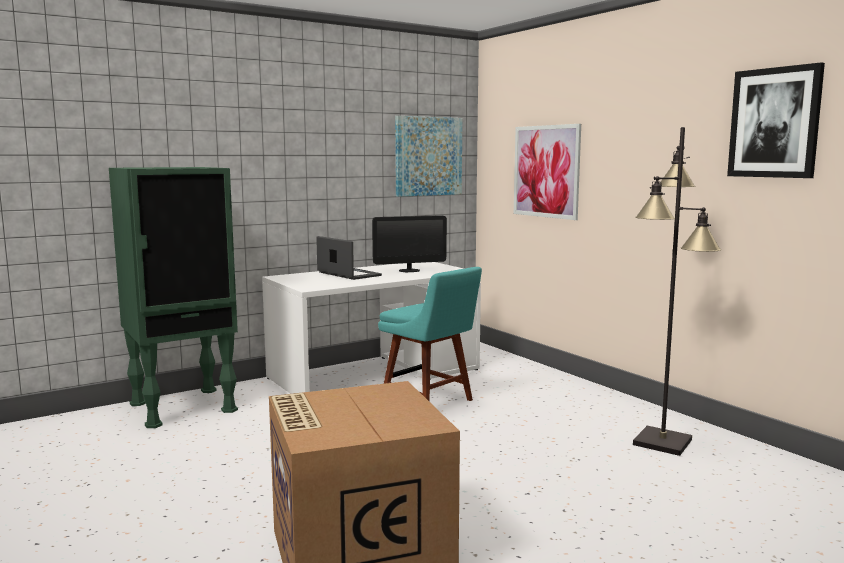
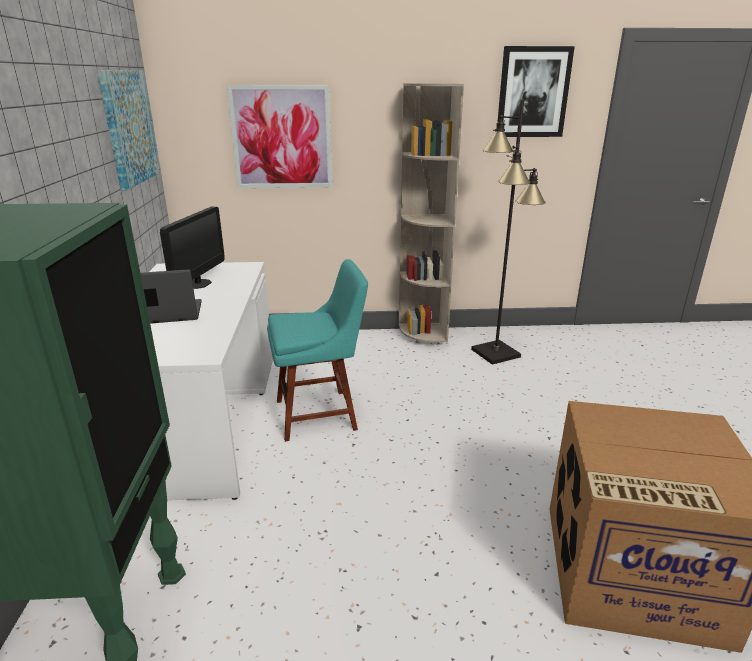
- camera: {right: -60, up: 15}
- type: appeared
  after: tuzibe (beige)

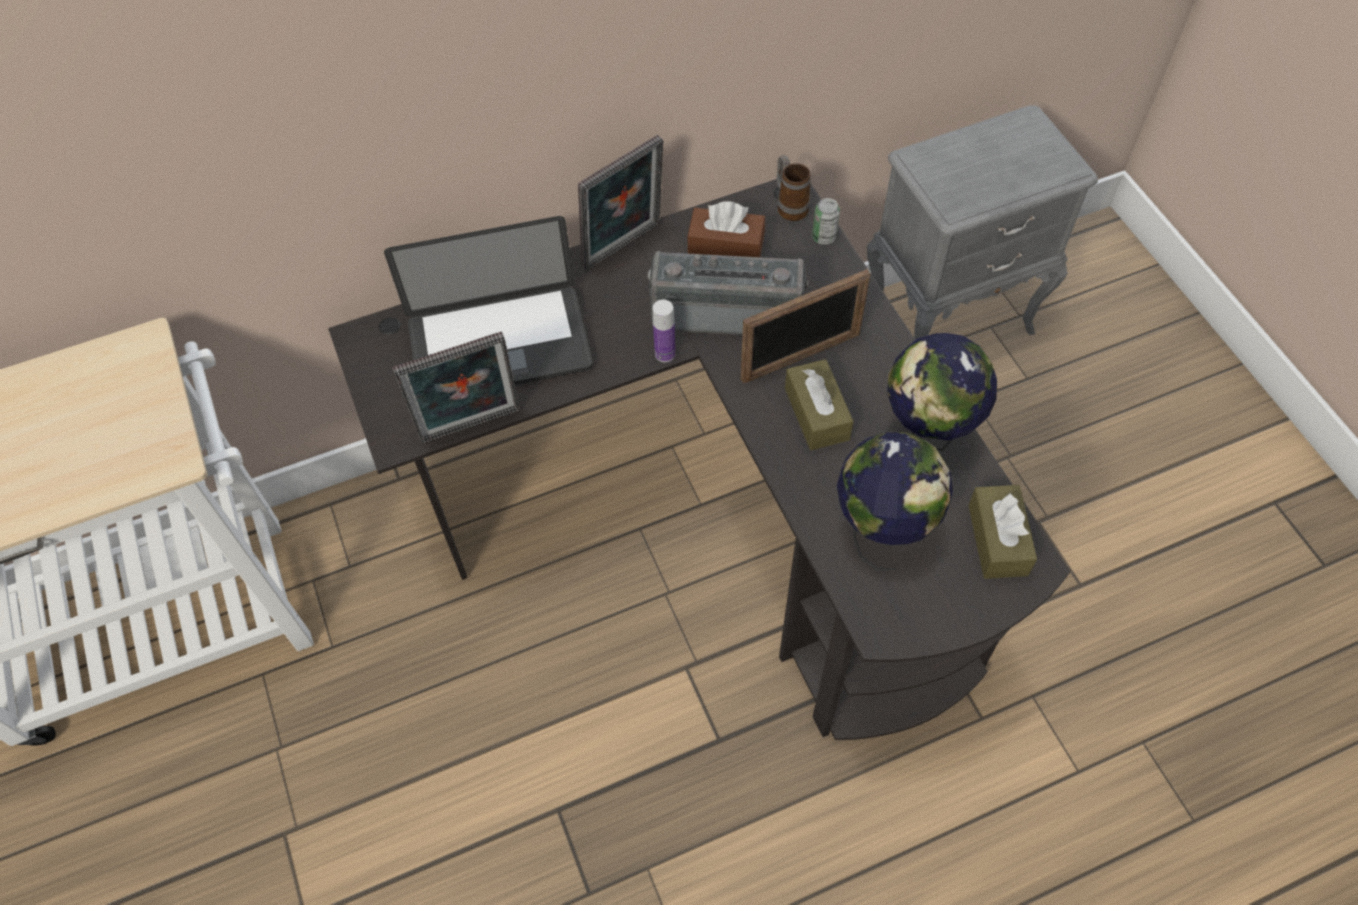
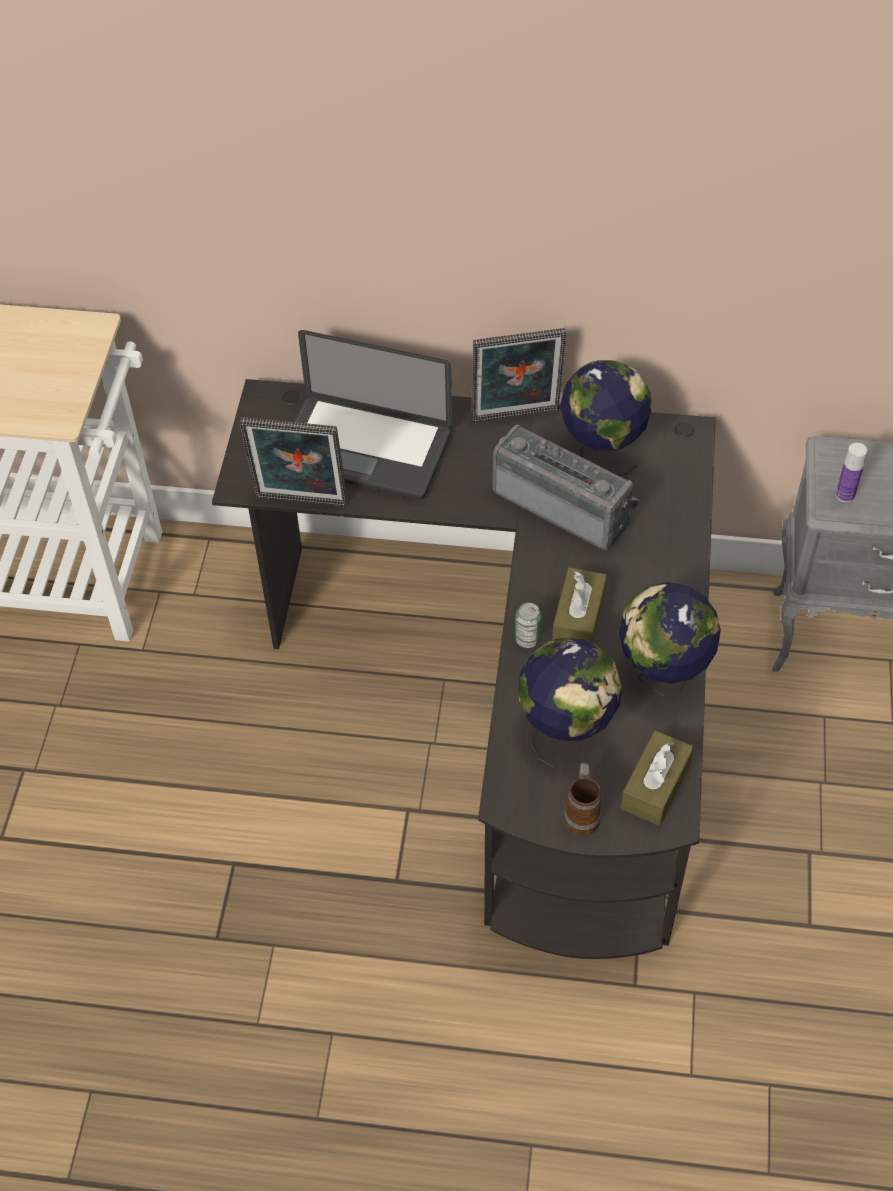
- camera: {right: 30, up: -5}
- type: missing
  before: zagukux (no. 3 from left)
- type: relocated
  before: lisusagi
- type: relocated
  before: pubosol
- type: relocated
  before: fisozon
- type: exchanged
  before: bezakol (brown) (no. 1 from left)
  after: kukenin (no. 2 from left)

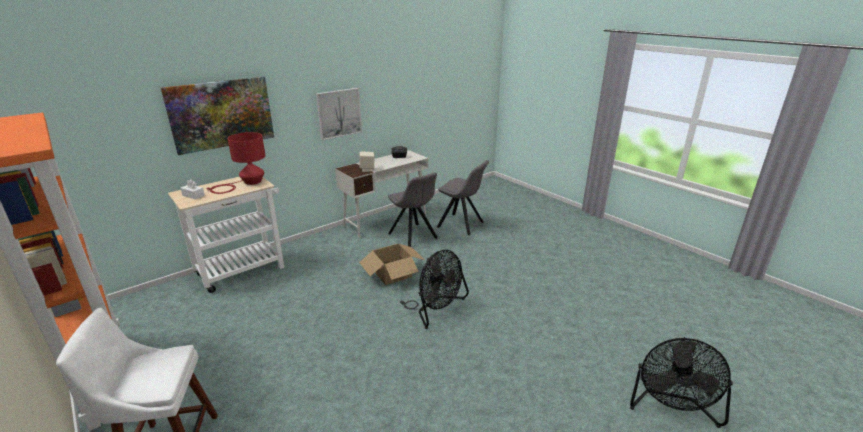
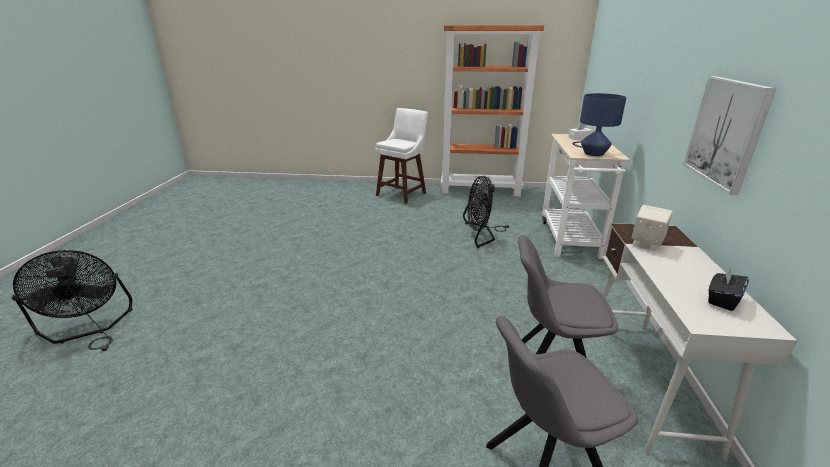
- camera: {right: 135, up: 0}
- type: missing
  before: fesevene (no. 1 from left)
- type: missing
  before: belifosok
- type: relocated
  before: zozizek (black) (no. 1 from left in the first image)
  after: zozizek (black) (no. 2 from left)
- type: colour
  before: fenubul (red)
  after: fenubul (blue)

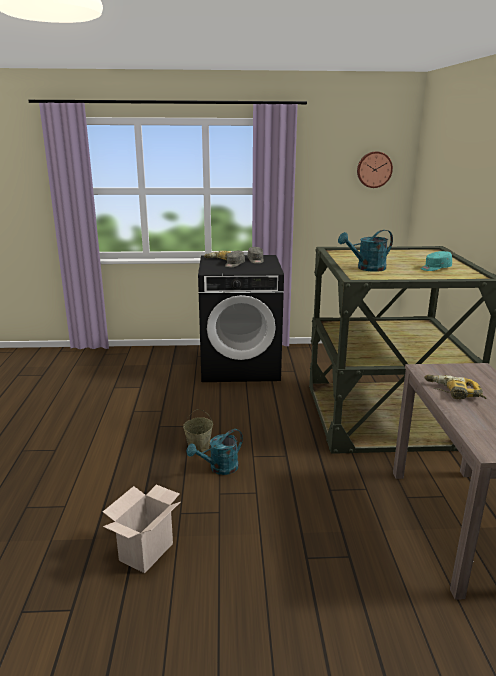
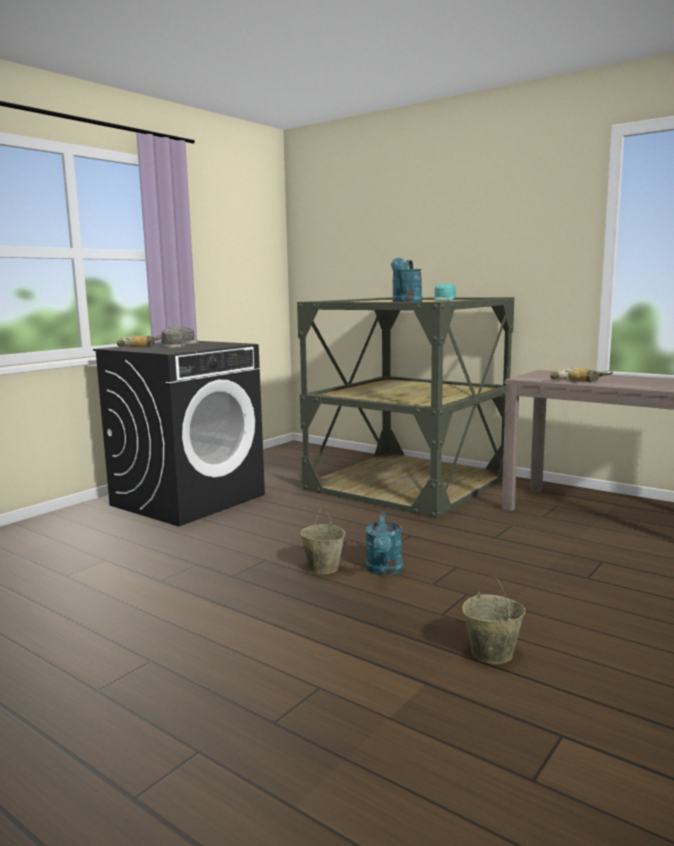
- camera: {right: -50, up: -10}
- type: missing
  before: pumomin
- type: exchanged
  before: belifosok
  after: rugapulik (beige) (no. 2 from left)

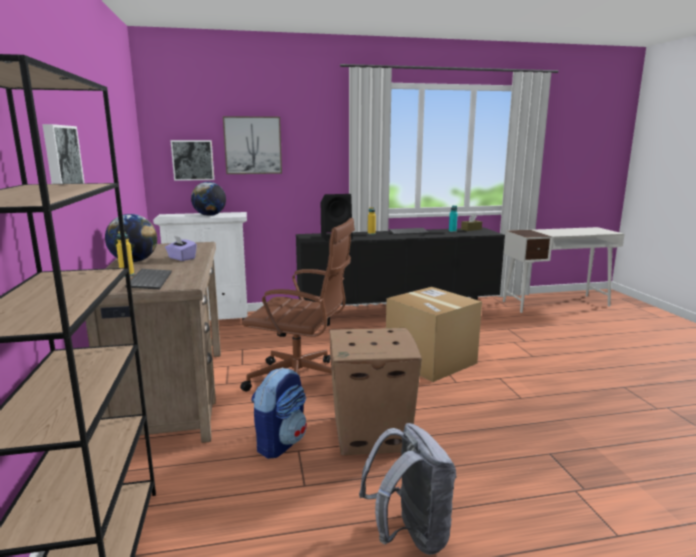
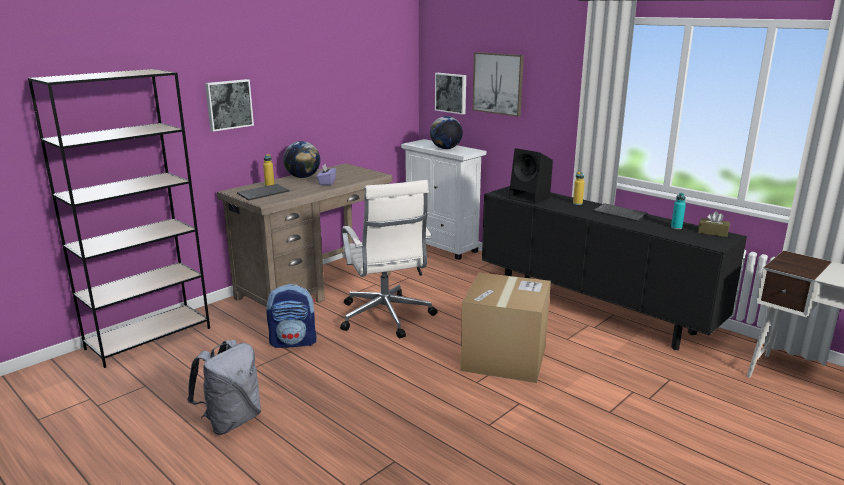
- camera: {right: 55, up: 5}
- type: missing
  before: belifosok (no. 1 from left)
- type: colour
  before: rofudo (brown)
  after: rofudo (white)

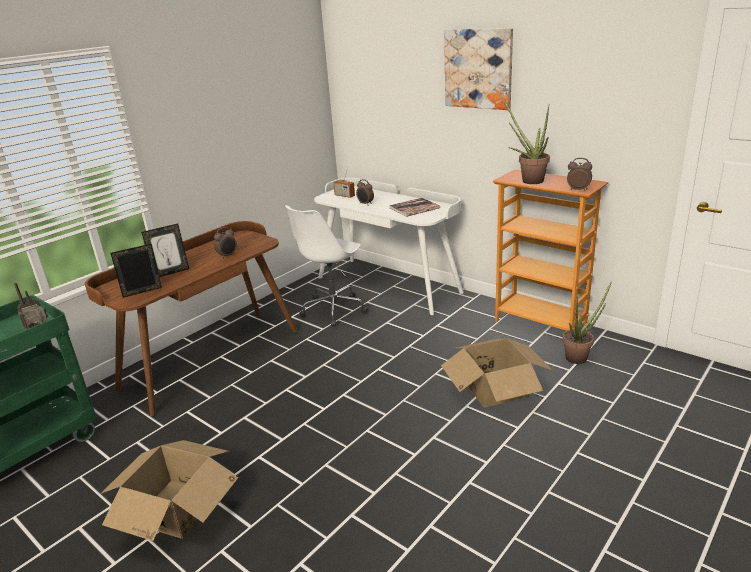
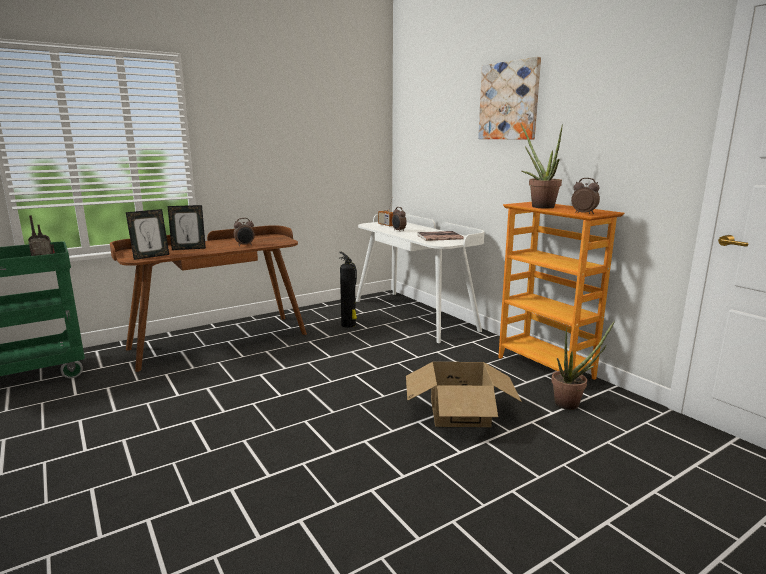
- camera: {right: 15, up: -10}
- type: missing
  before: belifosok (no. 1 from left)
- type: exchanged
  before: rofudo (white)
  after: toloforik
- type: spun
  before: zagukux (no. 1 from left)
  turn: 150

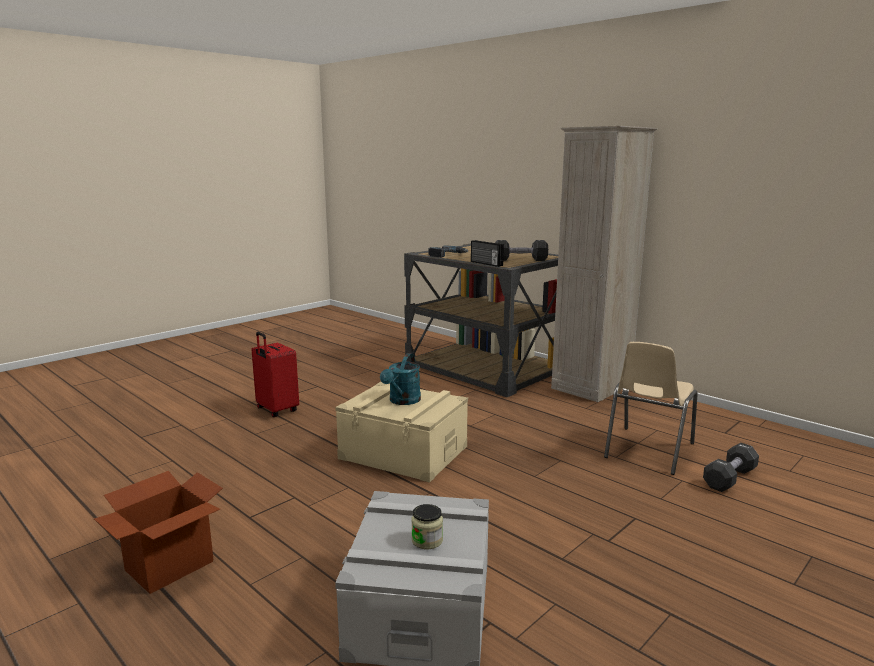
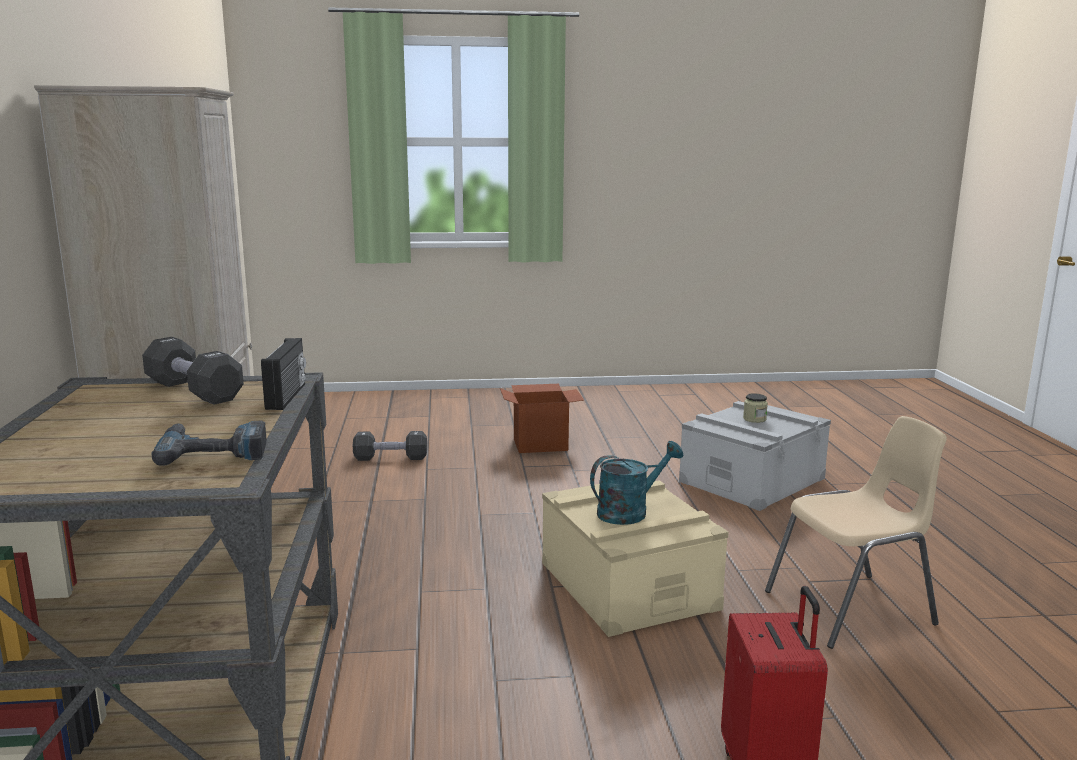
- camera: {right: -140, up: 0}
- type: relocated
  before: belifosok
- type: relocated
  before: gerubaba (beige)

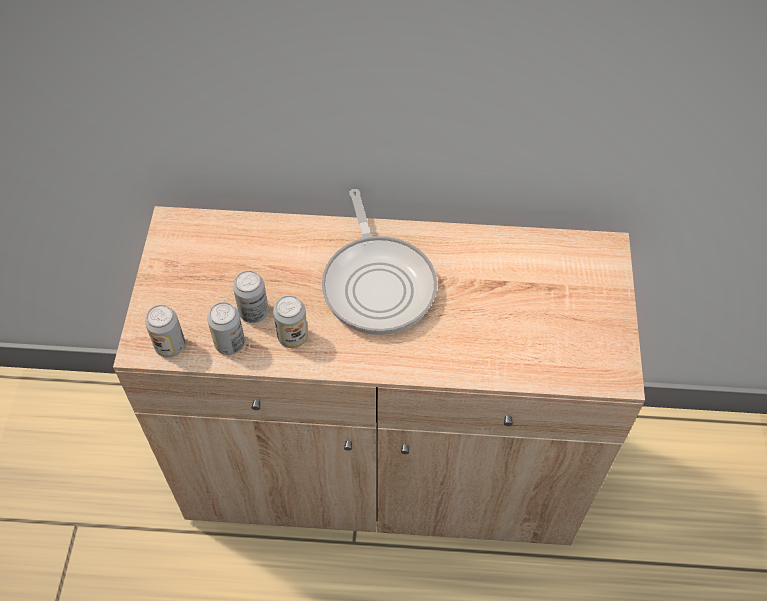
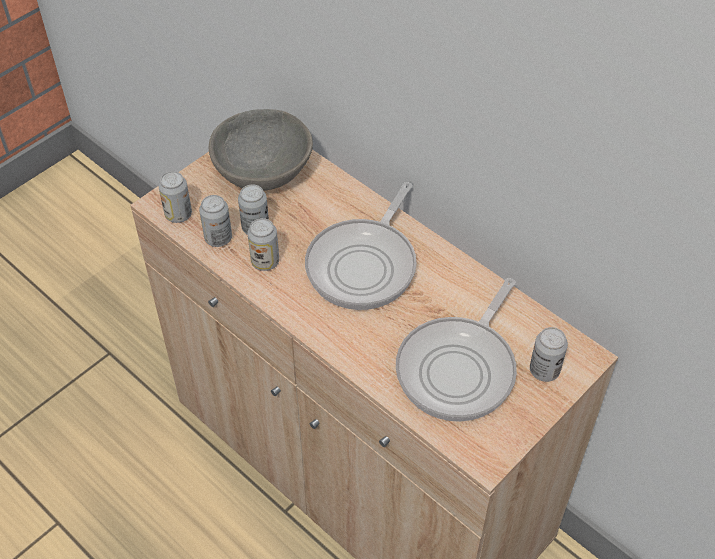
- camera: {right: 40, up: -5}
- type: appeared
  after: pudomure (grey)
- type: appeared
  after: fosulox (no. 2 from left)
- type: appeared
  after: fisozon (no. 5 from left)

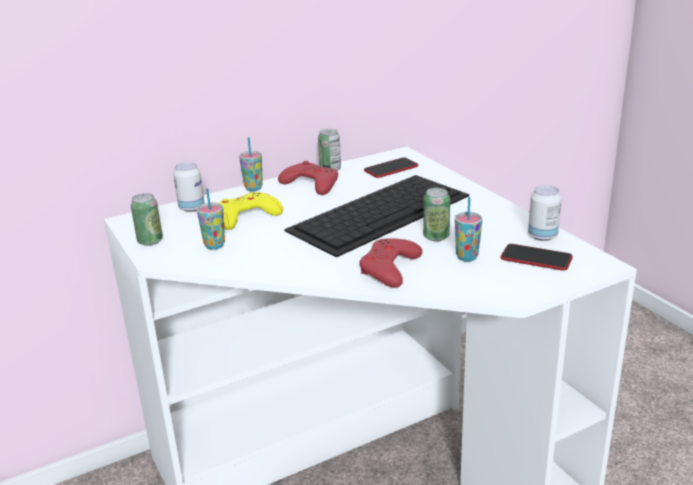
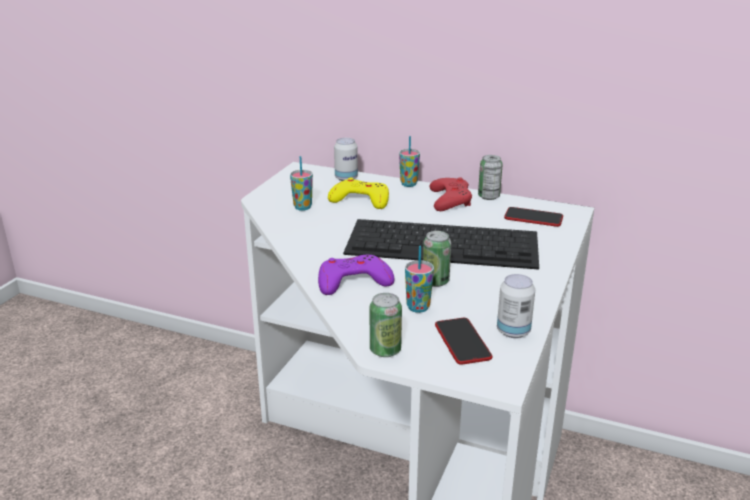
- camera: {right: 50, up: 0}
- type: relocated
  before: fisozon (no. 1 from left in the first image)
  after: fisozon (no. 2 from left)
- type: colour
  before: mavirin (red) (no. 2 from left)
  after: mavirin (purple)

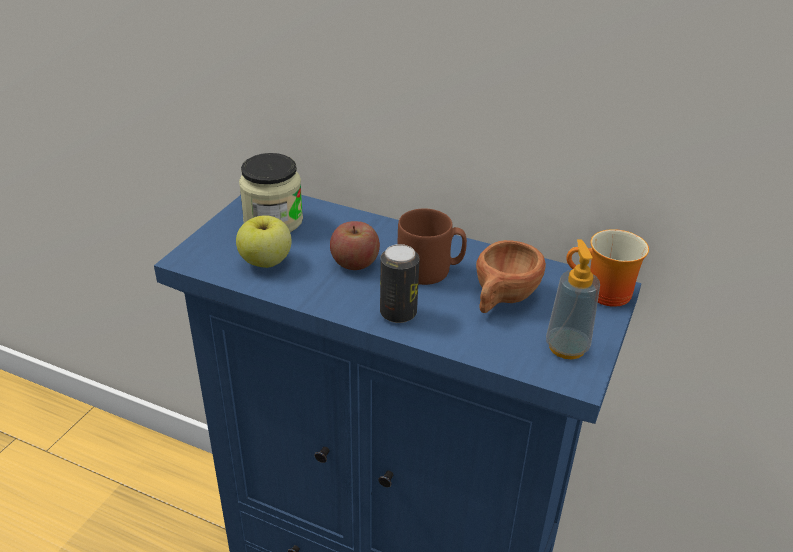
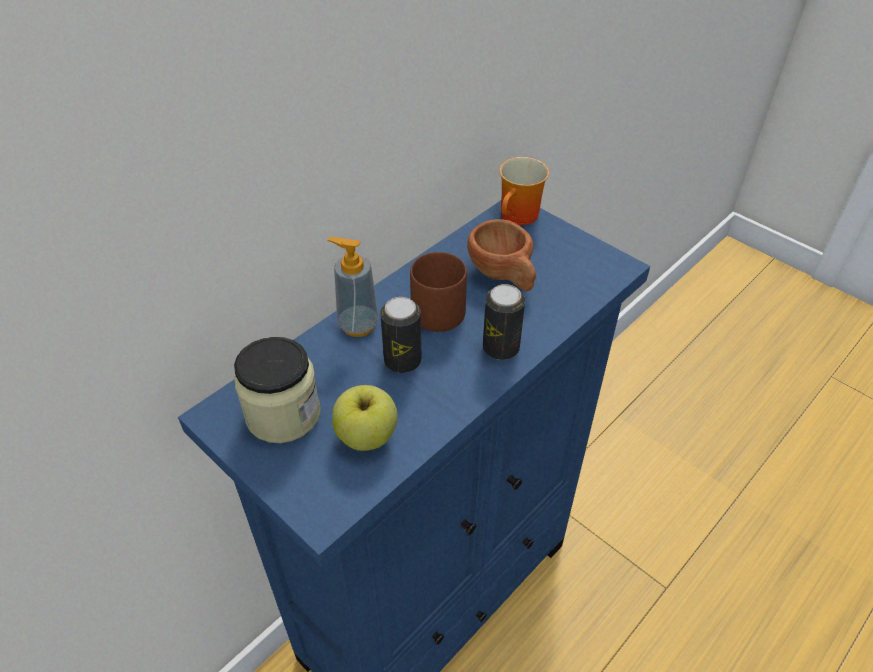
- camera: {right: -70, up: 10}
- type: relocated
  before: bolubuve
- type: exchanged
  before: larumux (no. 2 from left)
  after: fisozon (no. 1 from left)

